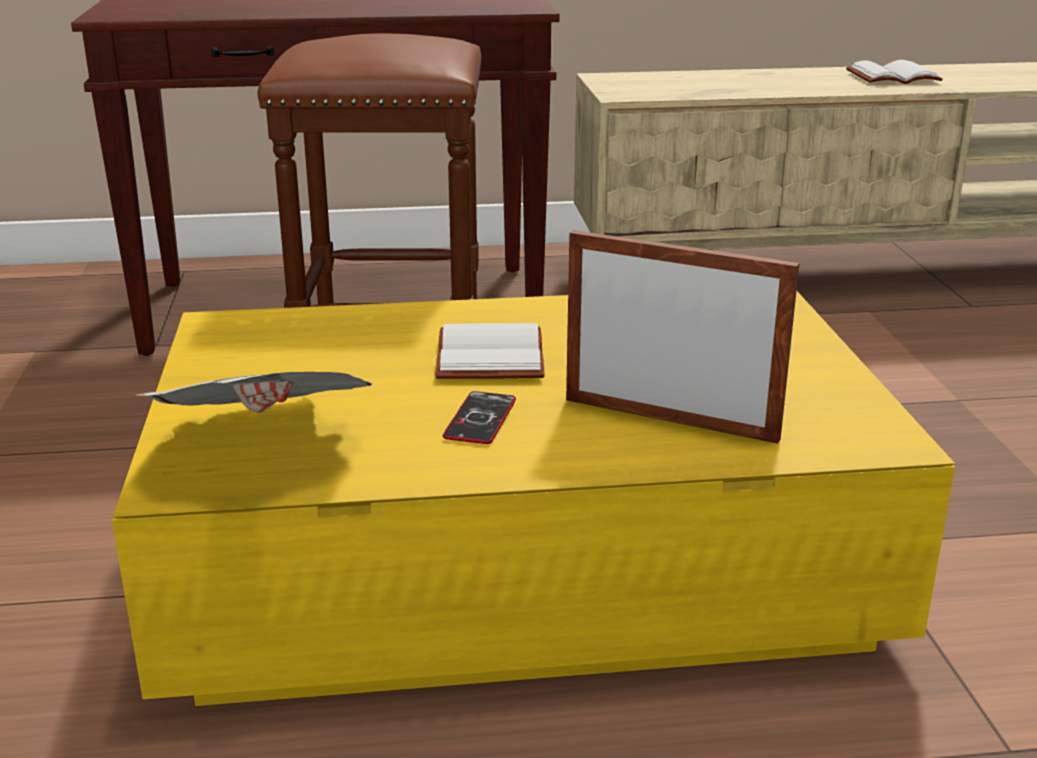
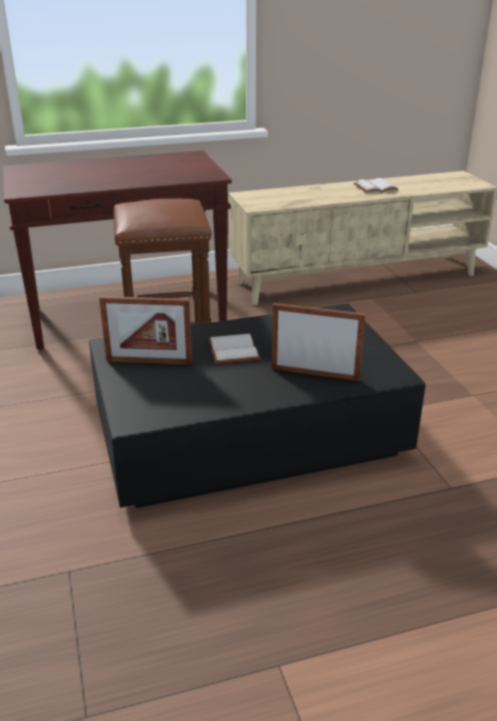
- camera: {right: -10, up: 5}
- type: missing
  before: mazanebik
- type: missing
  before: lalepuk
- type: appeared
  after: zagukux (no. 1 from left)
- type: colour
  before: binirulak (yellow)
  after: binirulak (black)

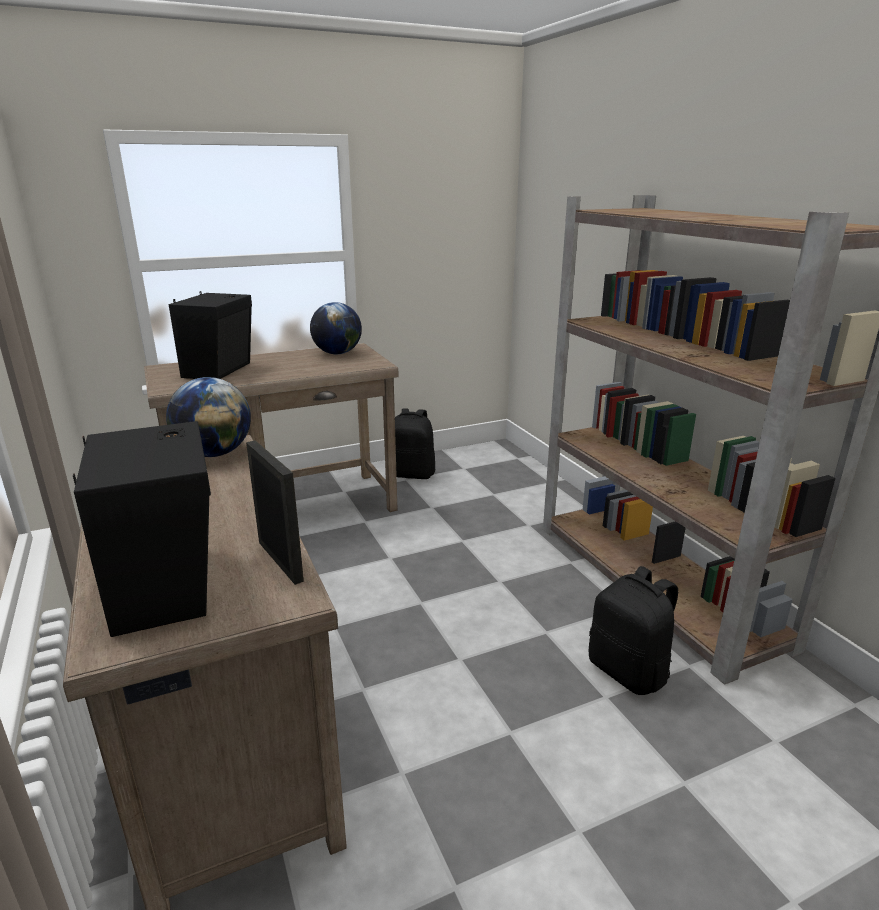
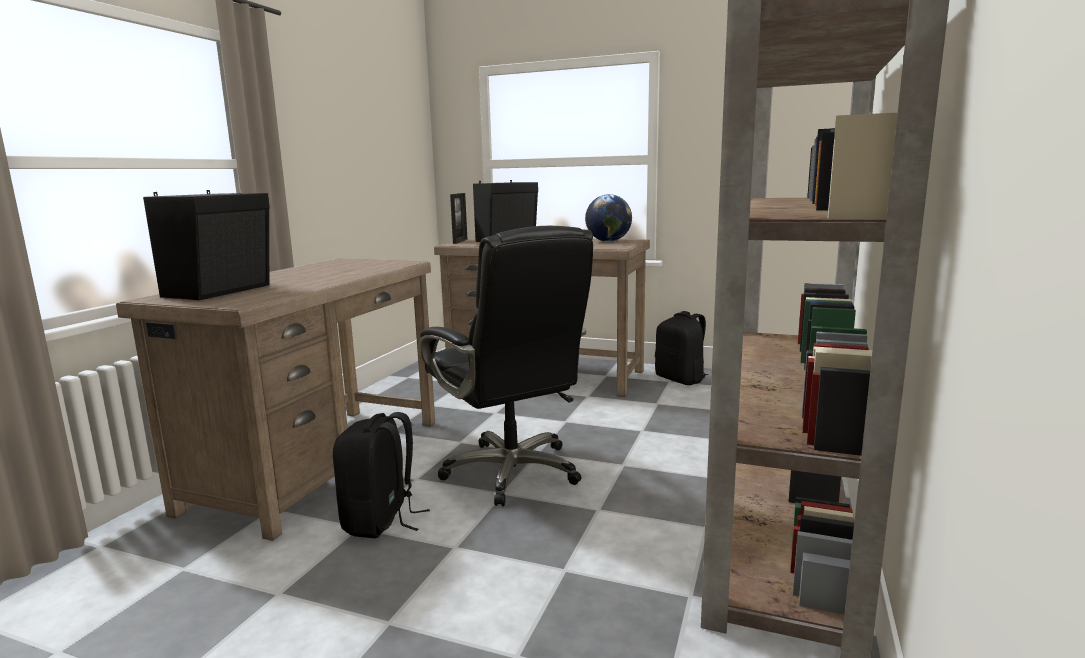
- camera: {right: 45, up: -10}
- type: missing
  before: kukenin (no. 1 from left)
- type: appeared
  after: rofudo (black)
- type: relocated
  before: zagukux
- type: relocated
  before: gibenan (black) (no. 2 from left in the first image)
  after: gibenan (black) (no. 1 from left)

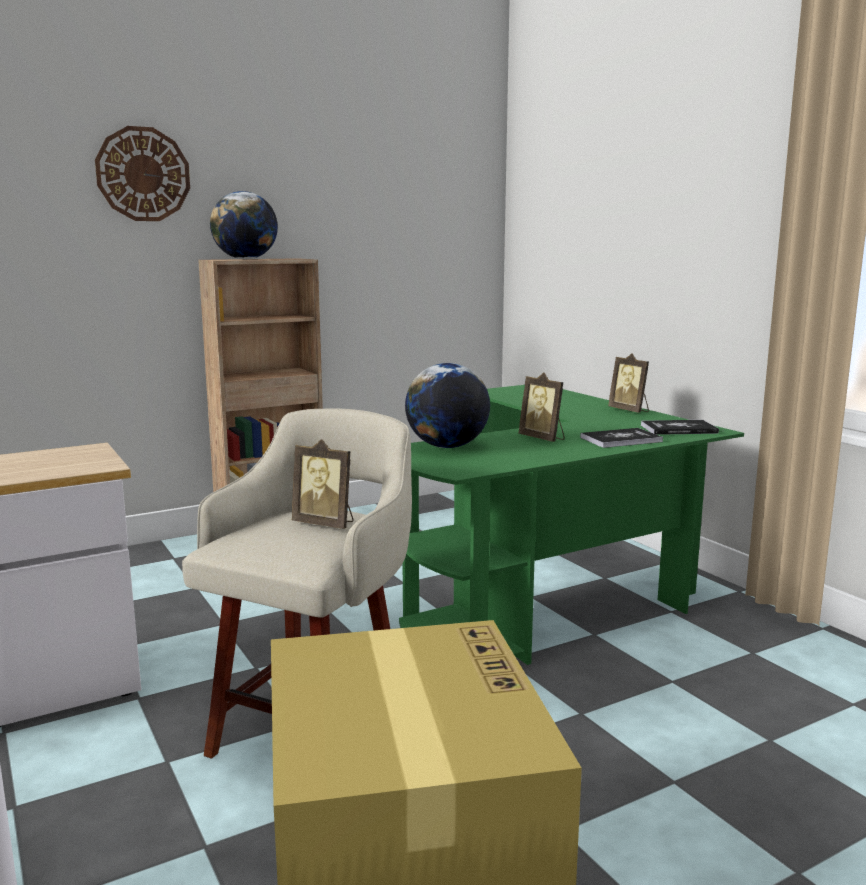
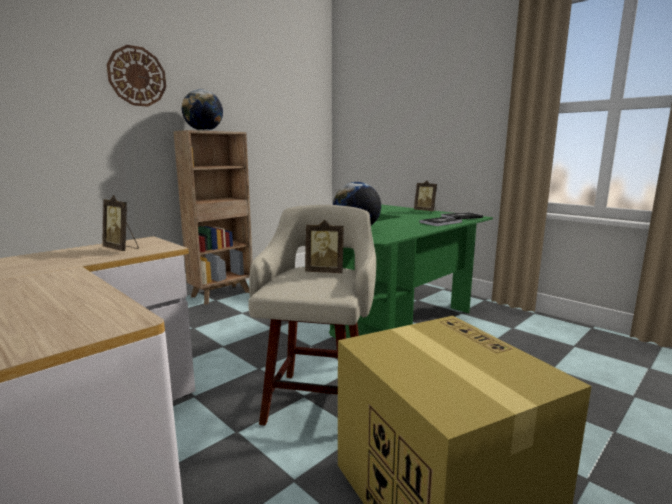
- camera: {right: -15, up: 0}
- type: relocated
  before: zagukux (no. 2 from left in the first image)
  after: zagukux (no. 1 from left)

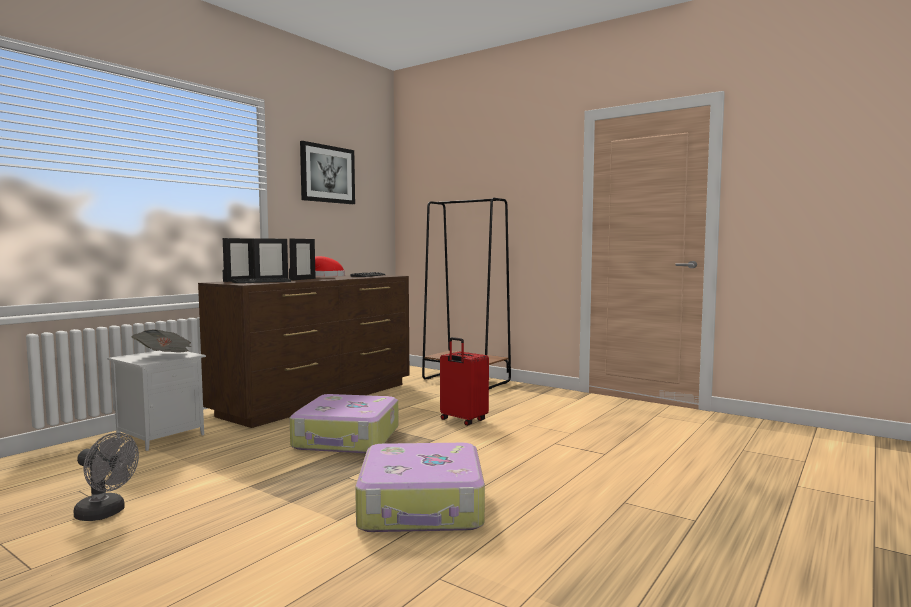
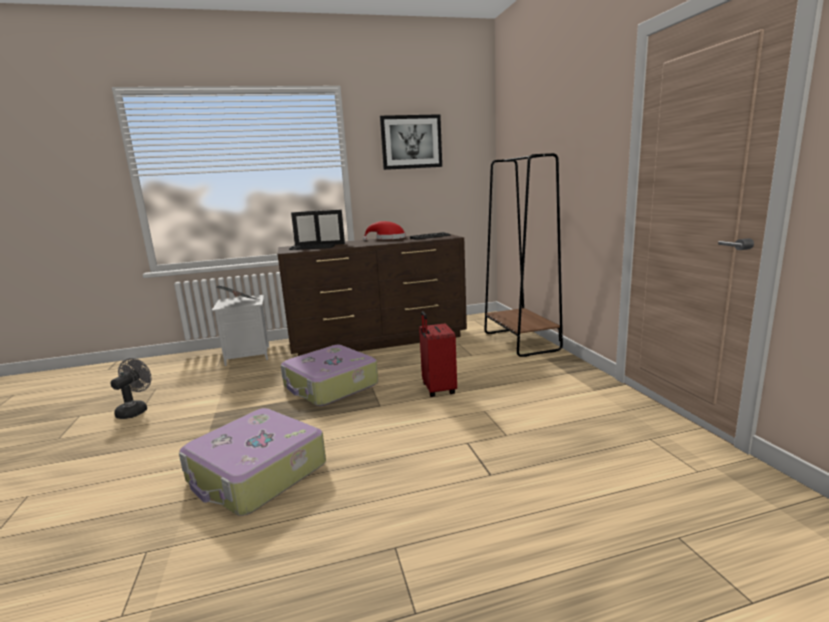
- camera: {right: 40, up: 10}
- type: missing
  before: zagukux (no. 3 from left)
- type: spun
  before: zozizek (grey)
  turn: -135

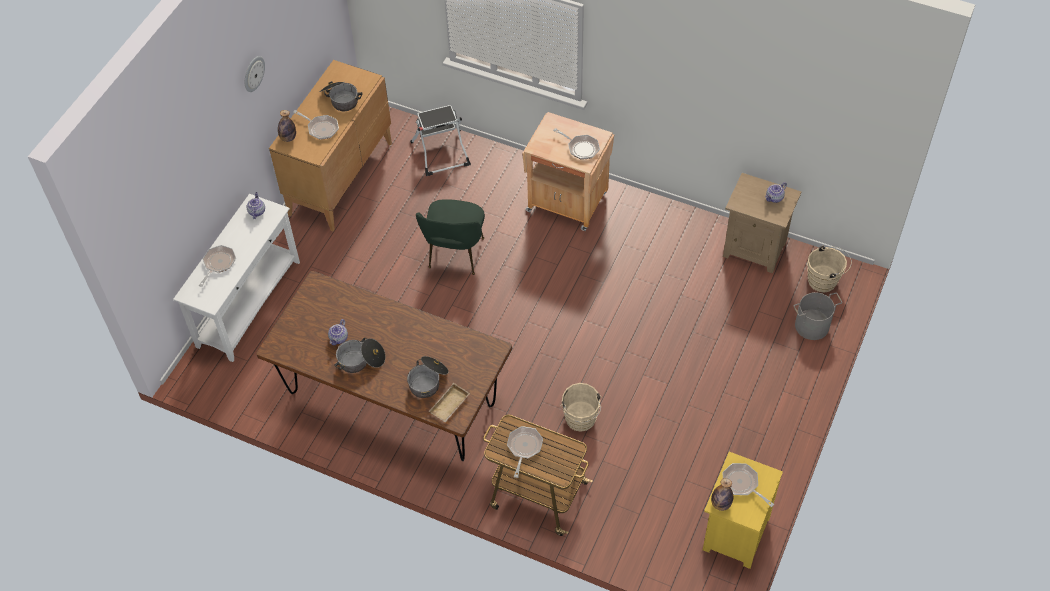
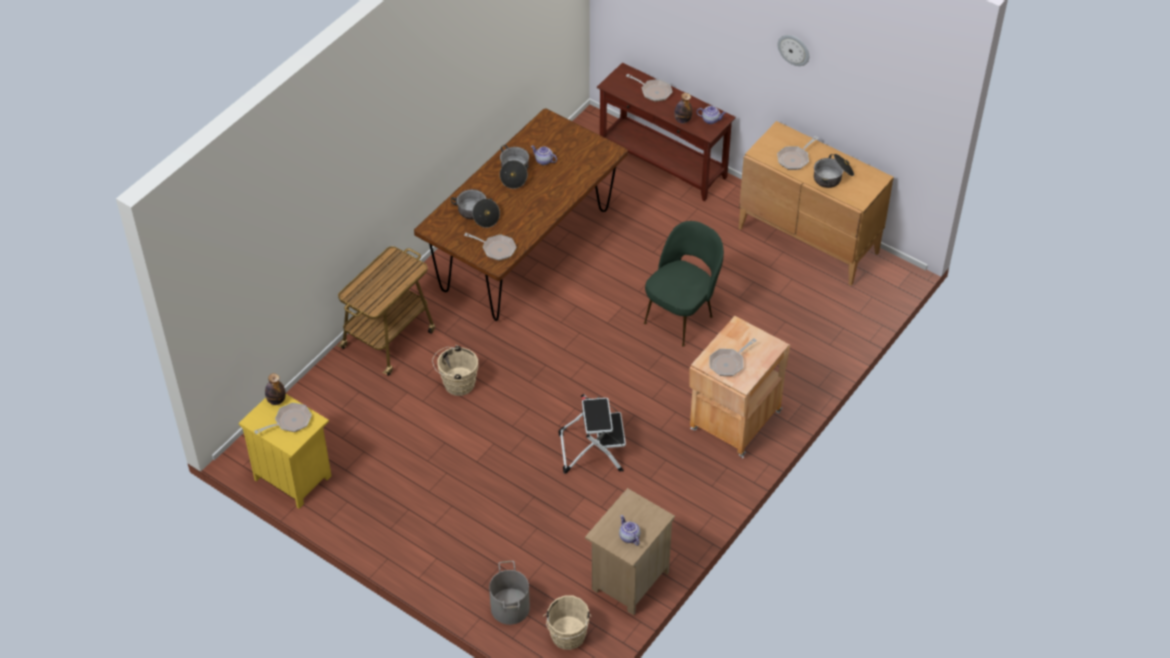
- camera: {right: 100, up: -5}
- type: missing
  before: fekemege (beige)
- type: relocated
  before: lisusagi (no. 1 from left in the first image)
  after: lisusagi (no. 2 from left)
- type: relocated
  before: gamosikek
- type: relocated
  before: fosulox (no. 3 from left in the first image)
  after: fosulox (no. 2 from left)
- type: colour
  before: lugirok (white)
  after: lugirok (brown)
- type: spun
  before: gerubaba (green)
  turn: 105

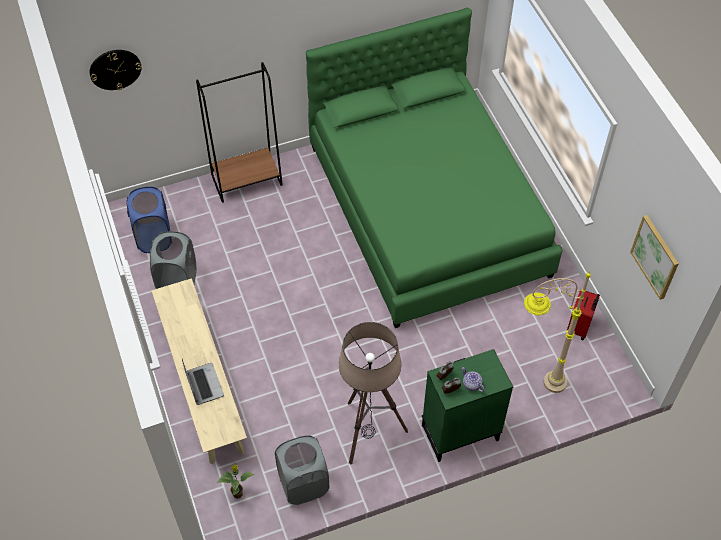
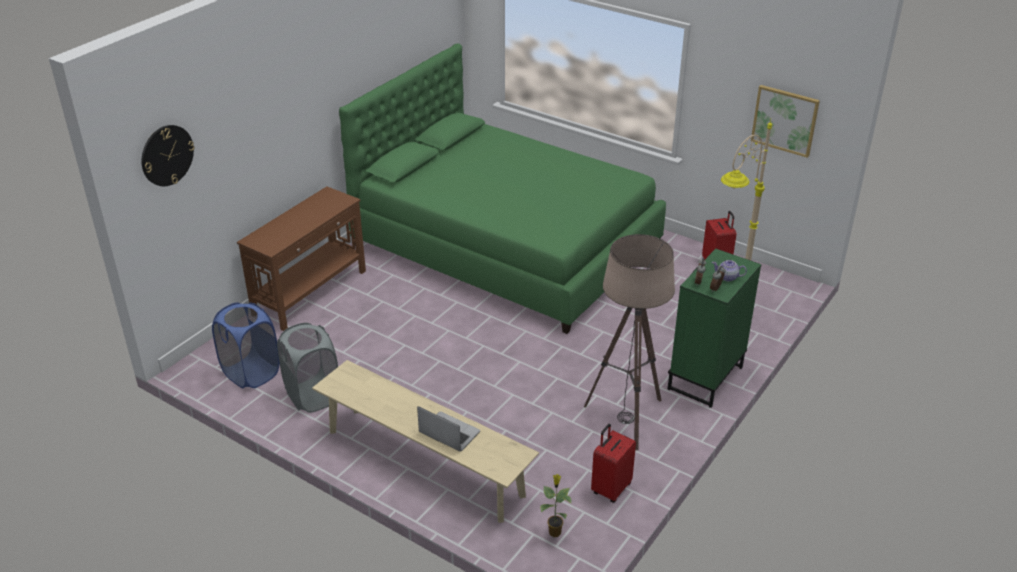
- camera: {right: -35, up: -20}
- type: exchanged
  before: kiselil
  after: lugirok (brown)
- type: exchanged
  before: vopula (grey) (no. 2 from left)
  after: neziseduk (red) (no. 1 from left)

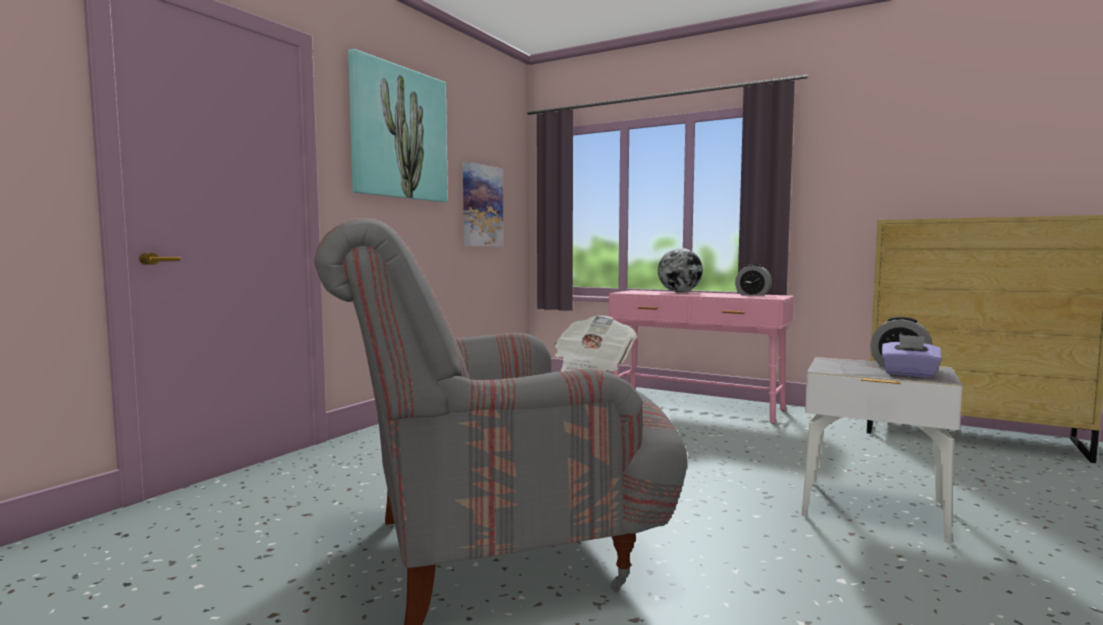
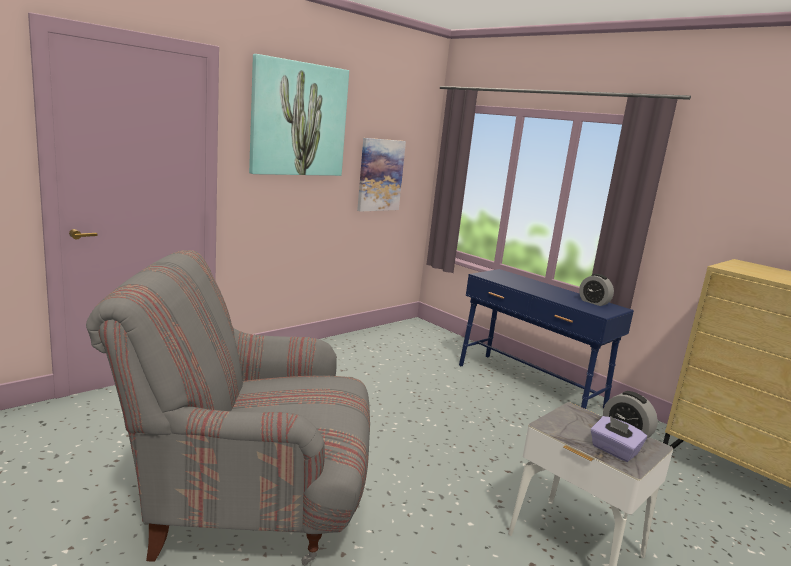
- camera: {right: 15, up: 10}
- type: missing
  before: mazanebik
- type: missing
  before: kukenin
- type: colour
  before: lugirok (pink)
  after: lugirok (blue)

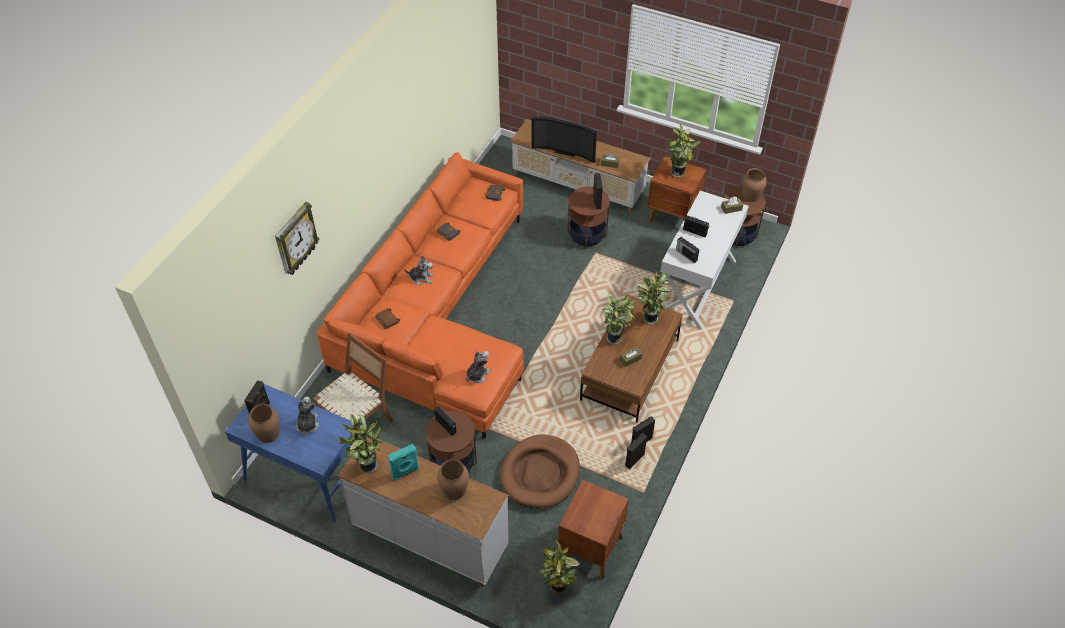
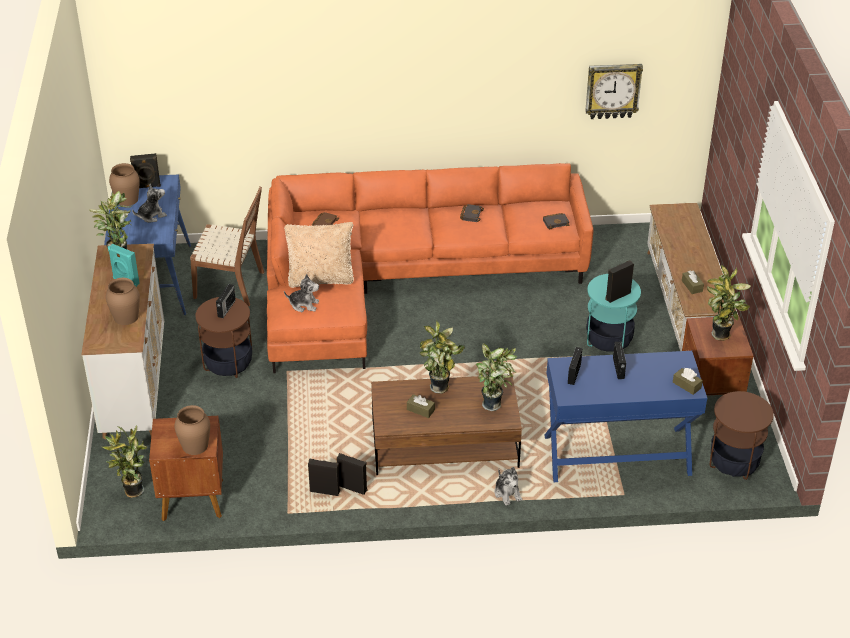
- camera: {right: 60, up: -10}
- type: missing
  before: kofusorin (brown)
- type: missing
  before: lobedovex
- type: appeared
  after: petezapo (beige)
- type: relocated
  before: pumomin
- type: relocated
  before: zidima (no. 2 from left in the first image)
  after: zidima (no. 3 from left)
- type: relocated
  before: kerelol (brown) (no. 3 from left)
- type: colour
  before: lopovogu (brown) (no. 2 from left)
  after: lopovogu (turquoise)
- type: colour
  before: lugirok (white)
  after: lugirok (blue)

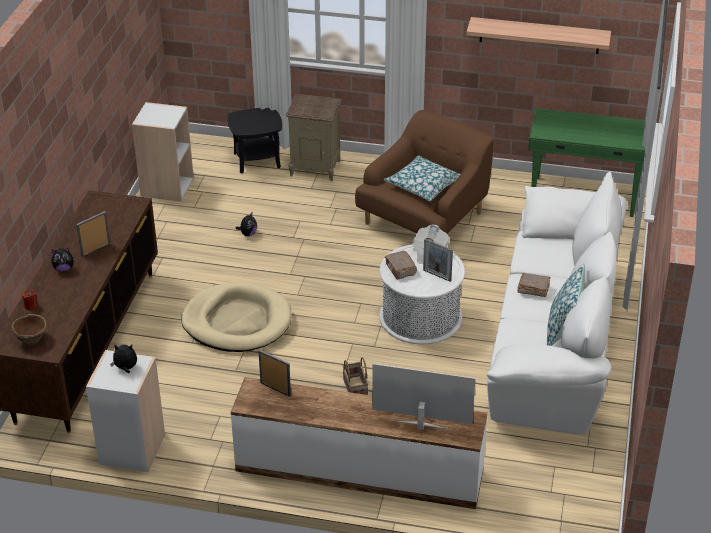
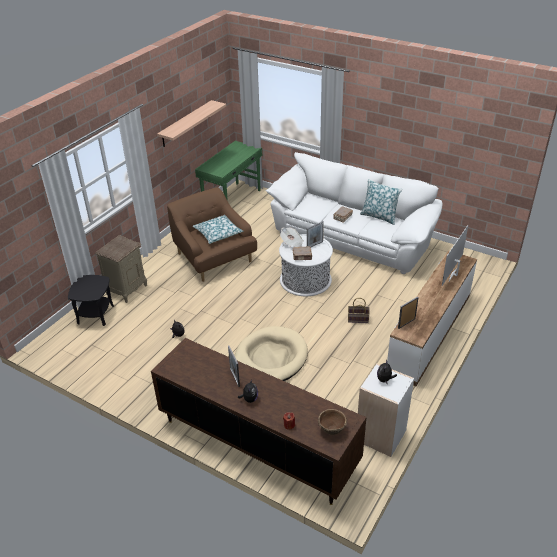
- camera: {right: -70, up: 0}
- type: missing
  before: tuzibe (no. 2 from left)

